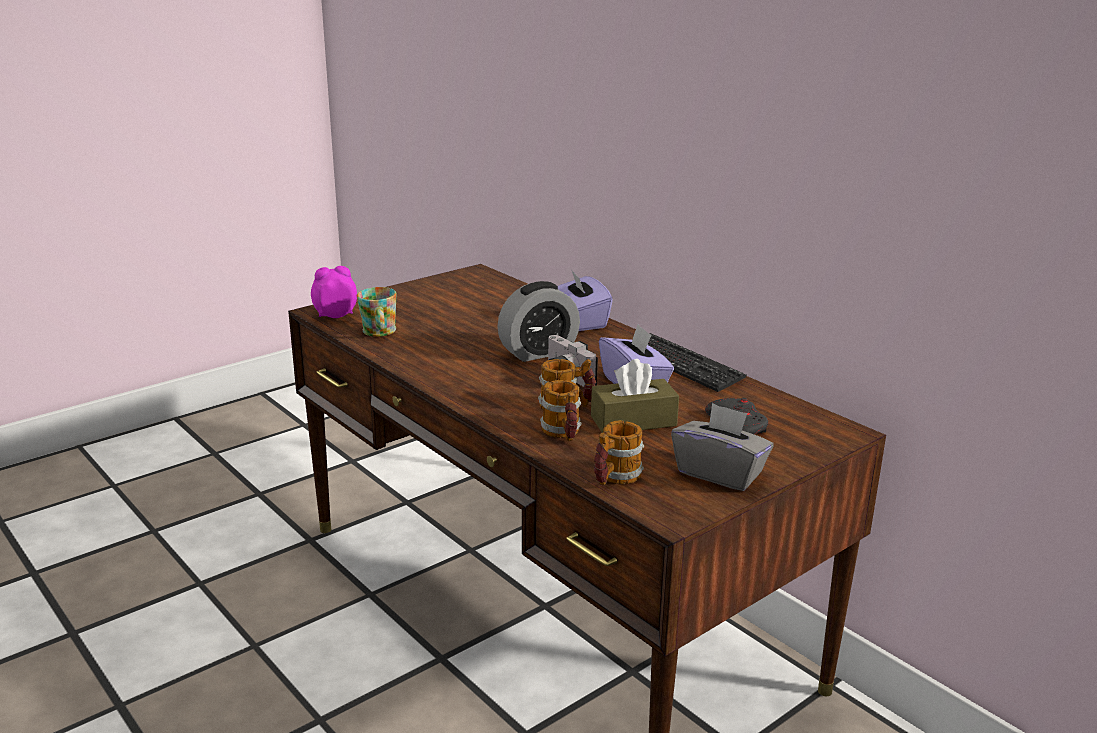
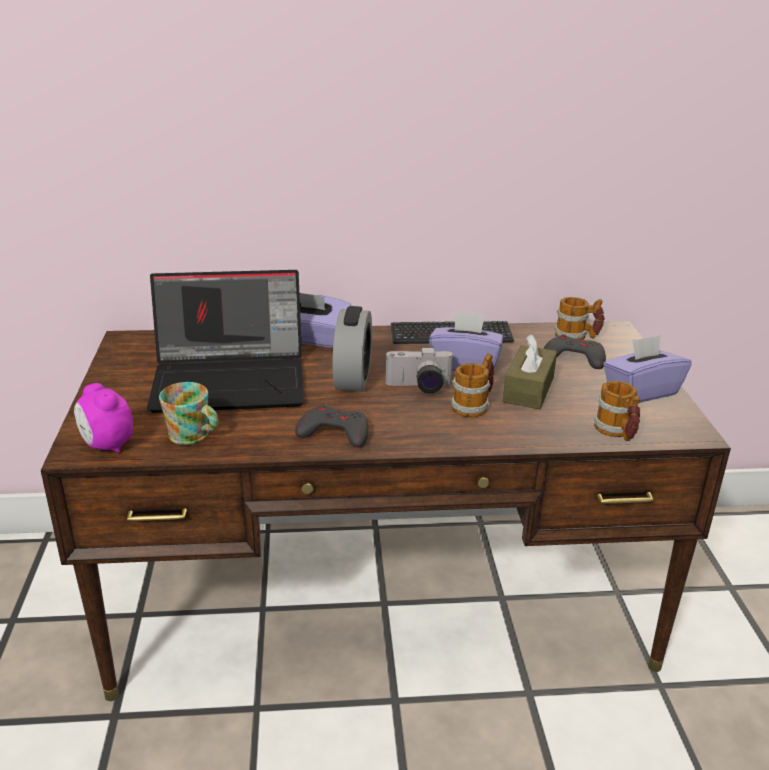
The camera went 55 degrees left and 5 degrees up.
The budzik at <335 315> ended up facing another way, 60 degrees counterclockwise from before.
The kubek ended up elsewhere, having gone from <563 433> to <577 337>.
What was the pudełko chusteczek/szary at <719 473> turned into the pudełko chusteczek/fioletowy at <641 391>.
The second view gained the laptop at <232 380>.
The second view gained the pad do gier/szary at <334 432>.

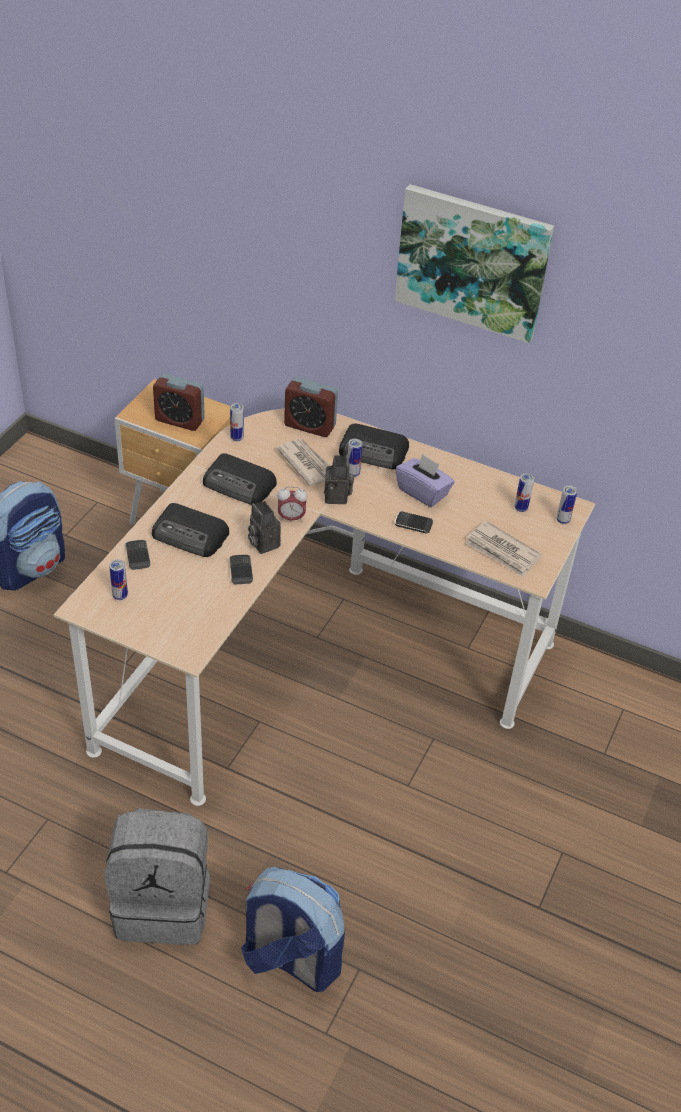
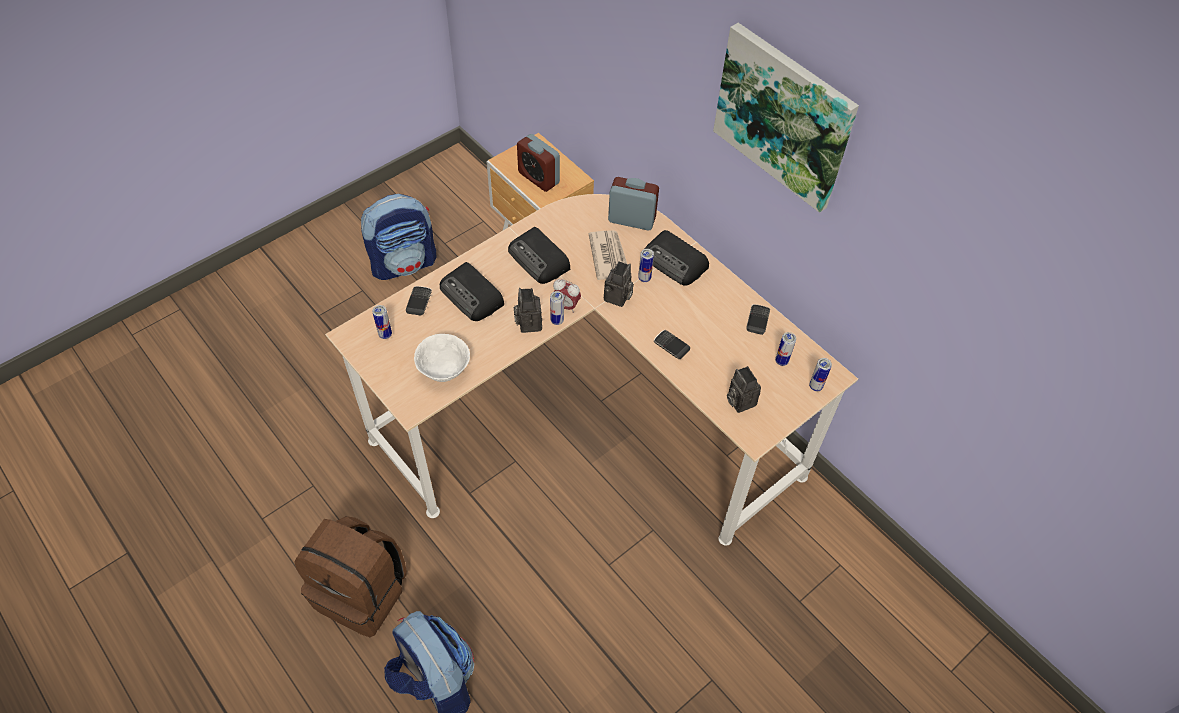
The camera went 25 degrees right and 10 degrees up.
What was the plecak/szary at <163 904> turned into the plecak/brązowy at <362 592>.
The telefon ended up elsewhere, having gone from <241 571> to <757 320>.
The puszka ended up elsewhere, having gone from <237 438> to <557 320>.
The budzik at <310 426> ended up facing another way, 150 degrees clockwise from before.
The second view lost the pudełko chusteczek/fioletowy at <423 492>.
Where the gazeta stood at <502 552>, the aparat fotograficzny came to stand at <739 400>.
The second view gained the miska/biały at <444 371>.

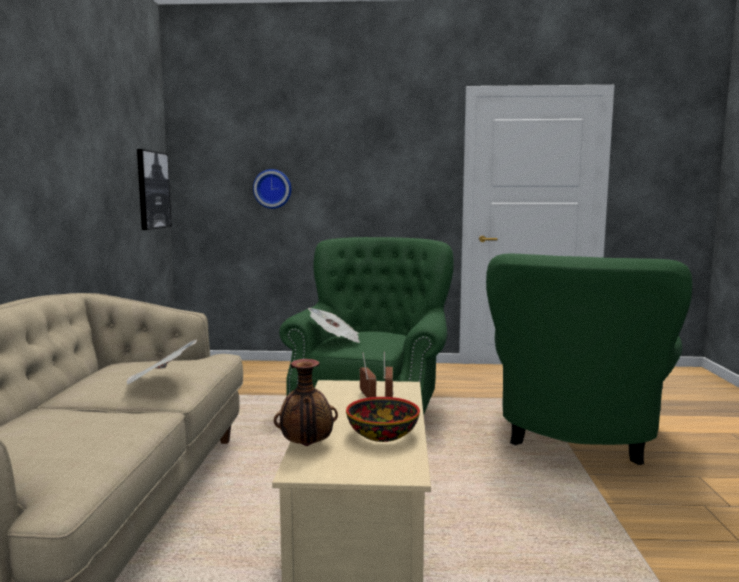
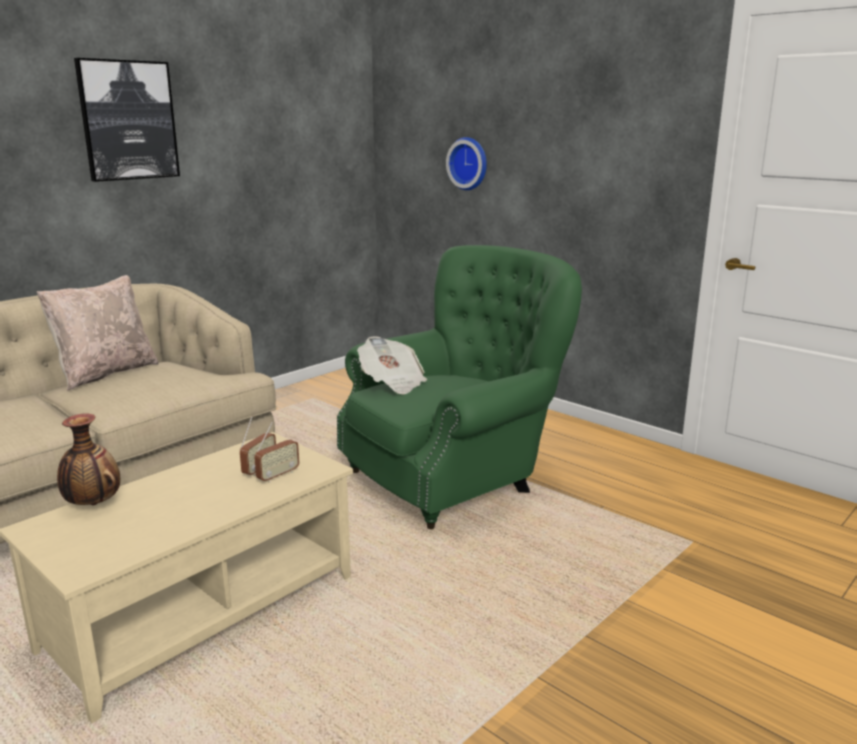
The camera went 40 degrees right and 10 degrees up.
The second view lost the gazeta at <160 382>.
The obraz ended up elsewhere, having gone from <152 190> to <128 120>.
The second view lost the miska at <382 434>.
The second view lost the fotel/zielony at <576 440>.
The second view gained the poduszka/beżowy at <105 373>.

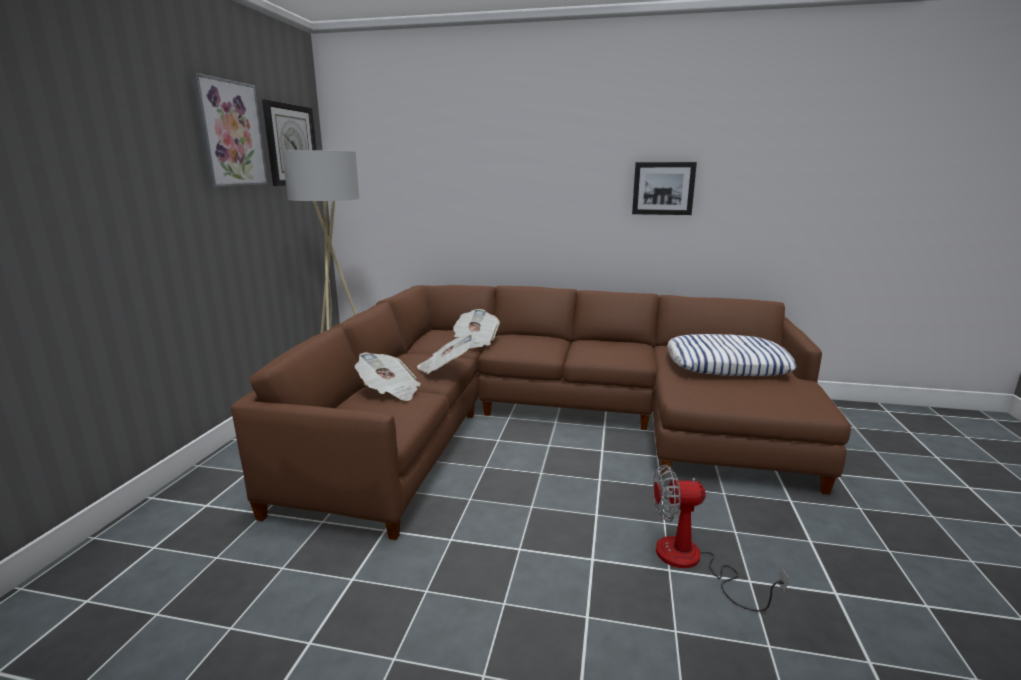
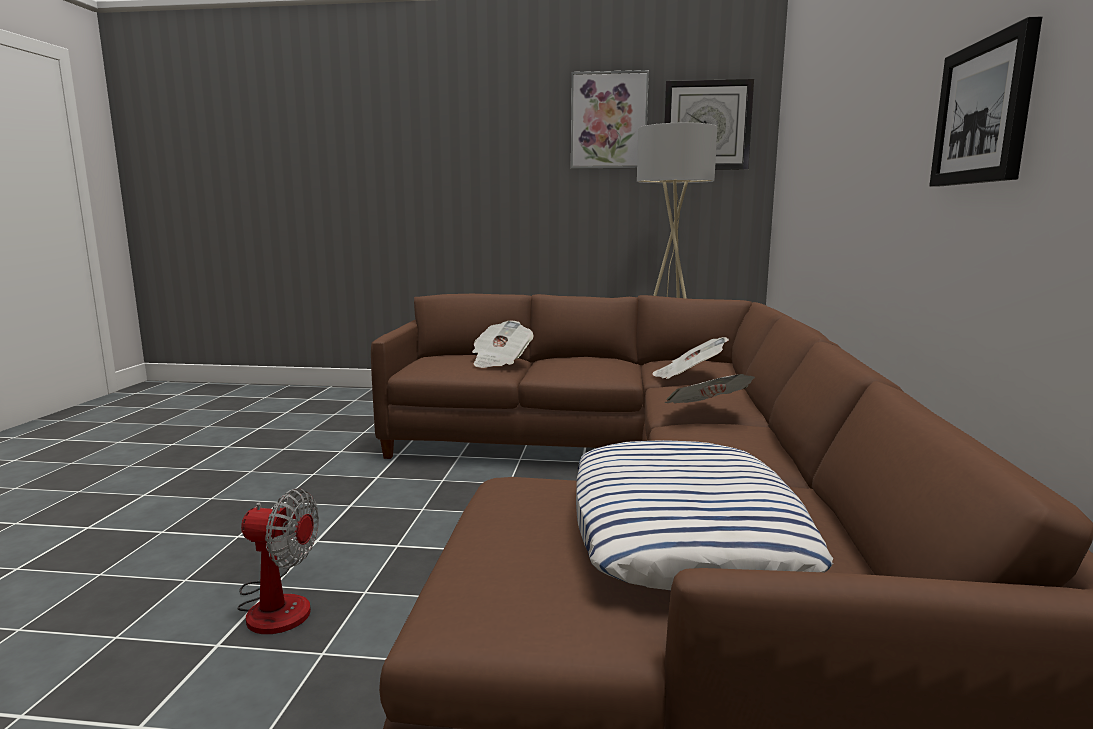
The camera went 85 degrees right and 5 degrees down.
The gazeta ended up elsewhere, having gone from <445 368> to <706 413>.
The wentylator at <692 562> ended up facing another way, 105 degrees clockwise from before.

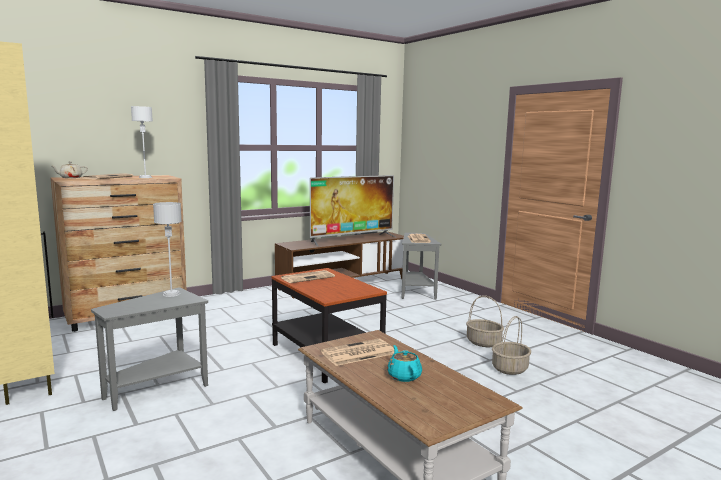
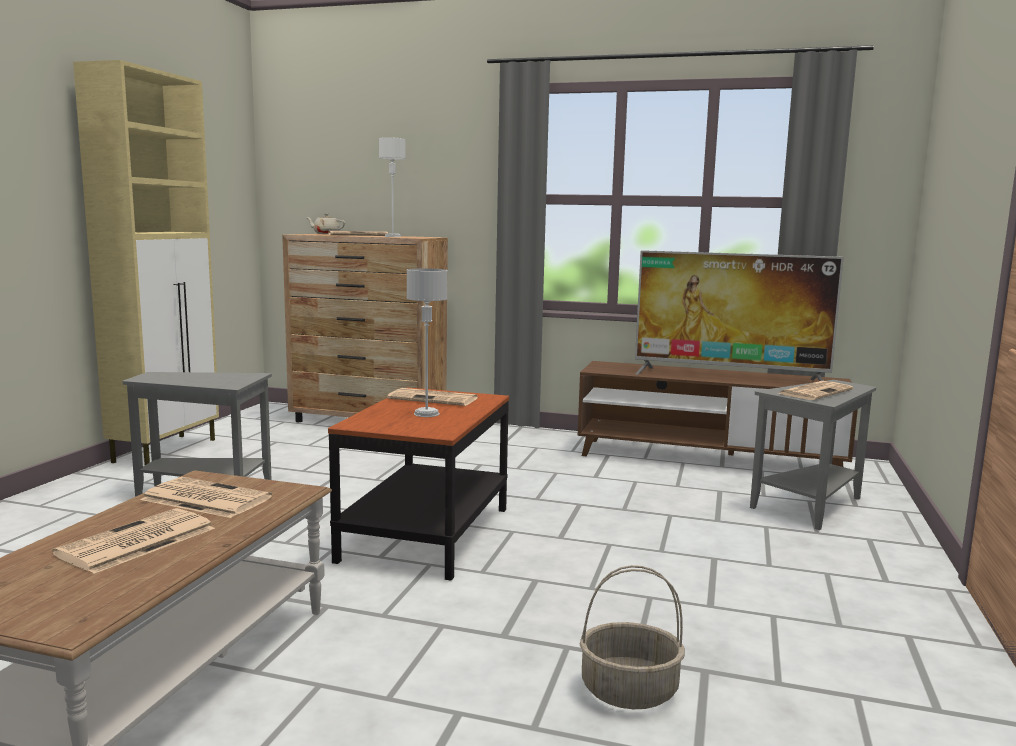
The camera went 50 degrees right and 0 degrees up.
The lampa stołowa/szary ended up elsewhere, having gone from <171 294> to <426 414>.
Where the imbryk/turkusowy stood at <404 376>, the gazeta came to stand at <136 542>.
The second view lost the koszyk at <484 342>.

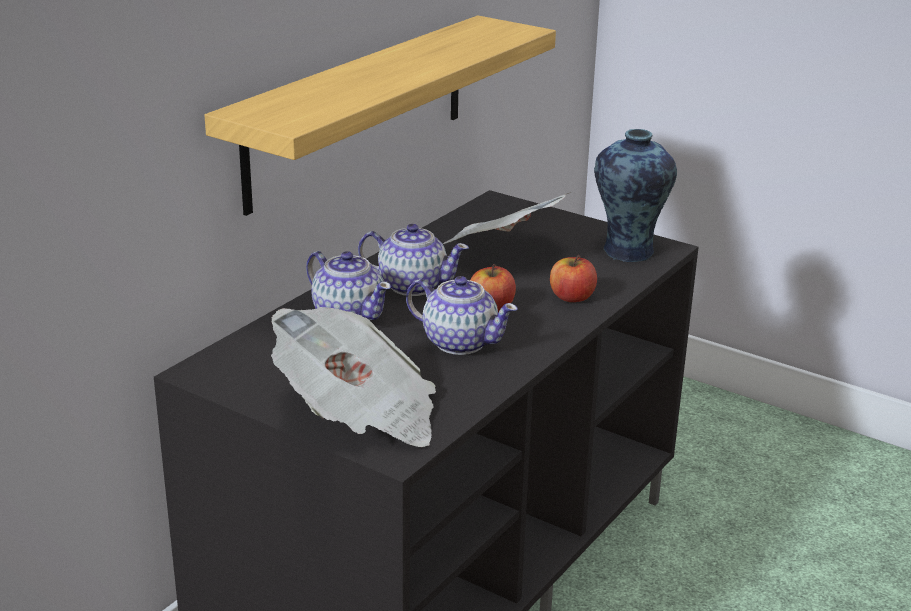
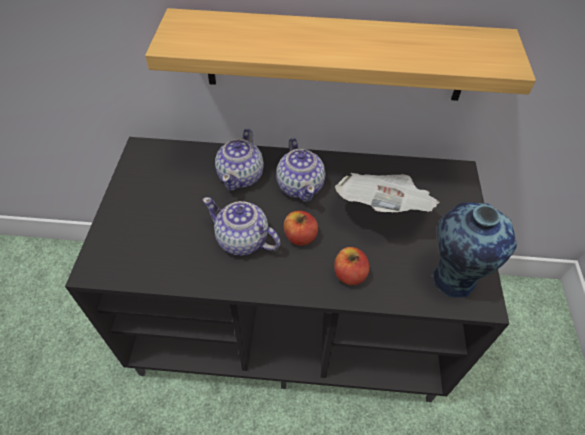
The camera went 60 degrees right and 25 degrees up.
The second view lost the gazeta at <359 415>.
The imbryk at <459 342> ended up facing another way, 120 degrees clockwise from before.

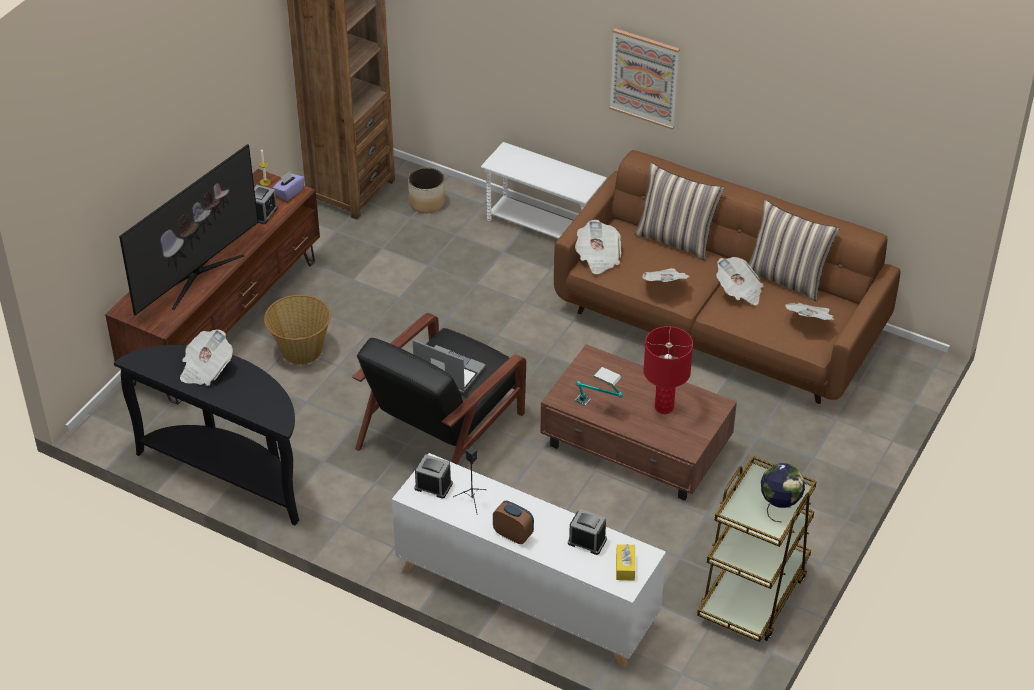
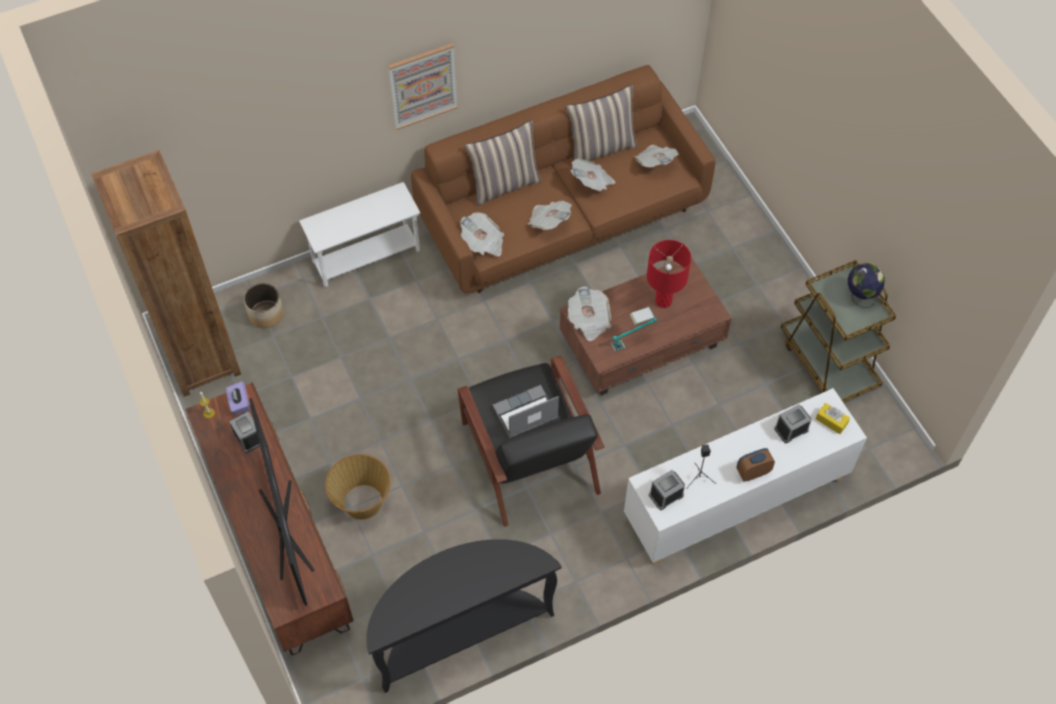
The camera went 55 degrees left and 15 degrees up.
The gazeta ended up elsewhere, having gone from <206 369> to <589 320>.

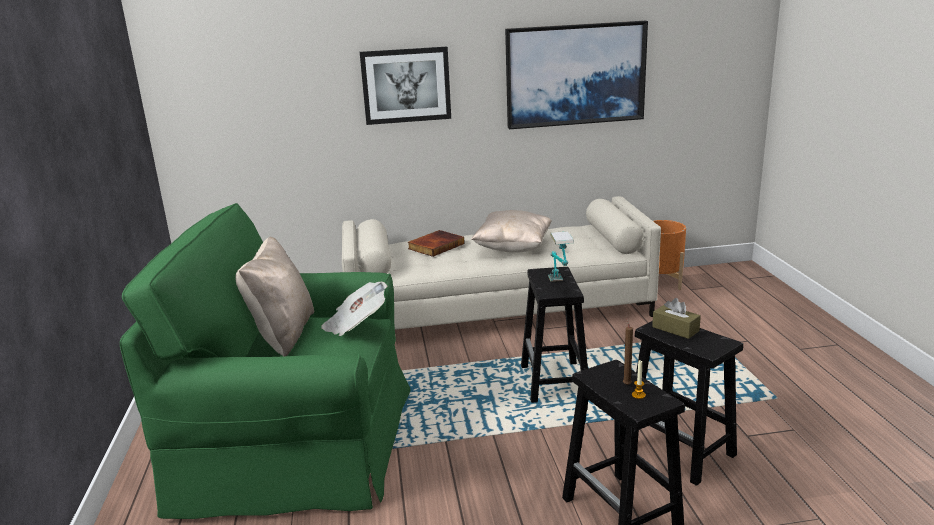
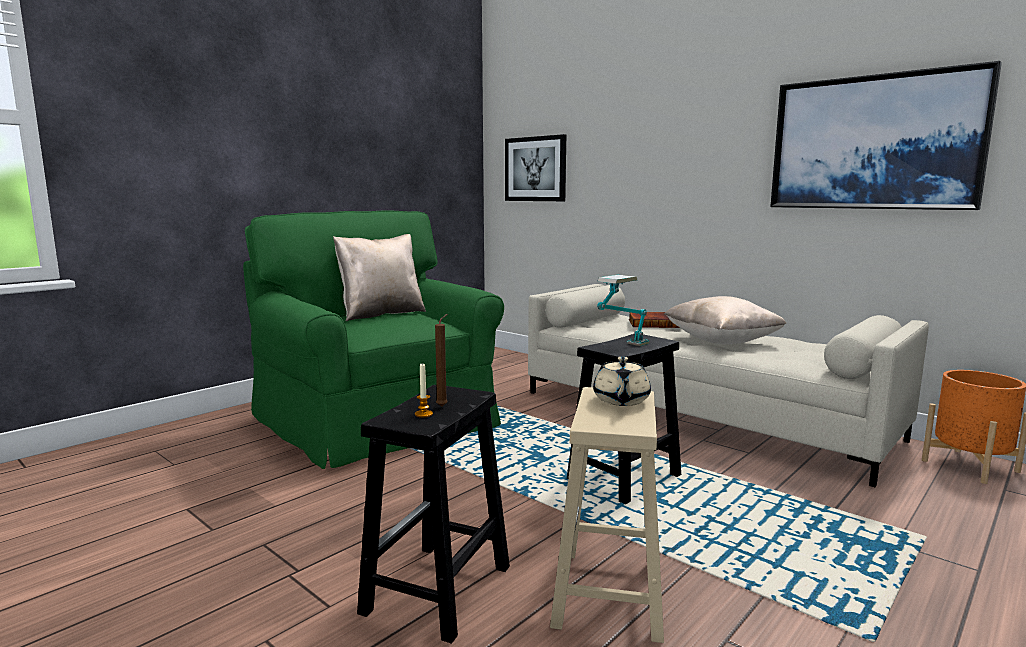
The camera went 50 degrees right and 10 degrees down.
The second view lost the gazeta at <355 325>.
The obraz ended up elsewhere, having gone from <406 85> to <535 169>.
What was the stołek/czarny at <681 451> turned into the stołek/beżowy at <610 594>.
Where the pudełko chusteczek/brązowy stood at <675 329>, the imbryk/beżowy came to stand at <621 400>.

